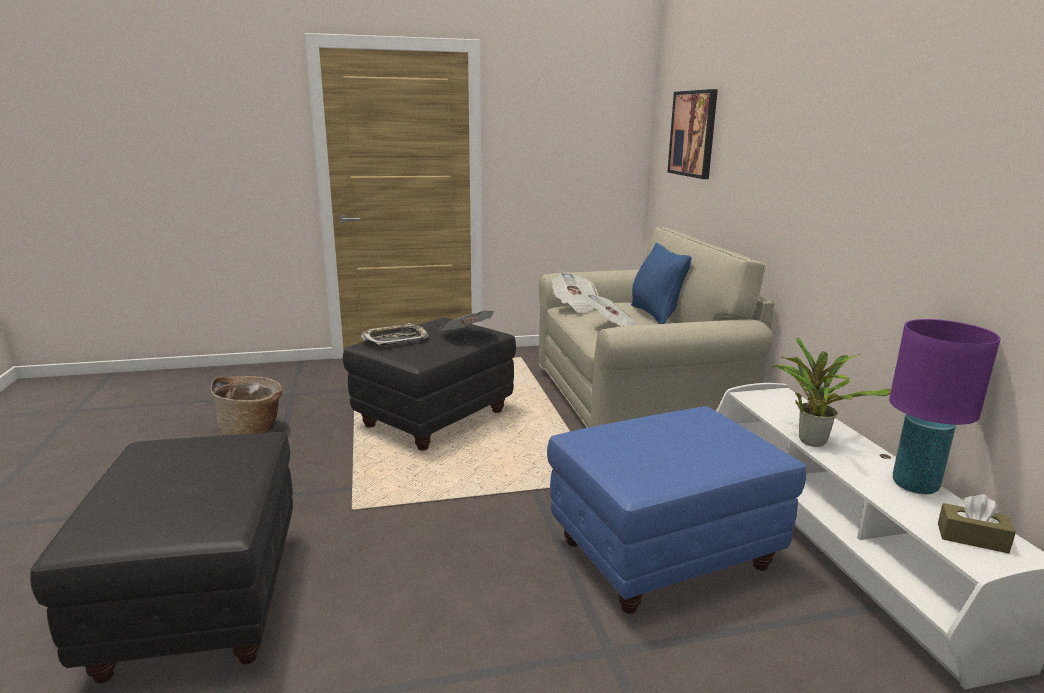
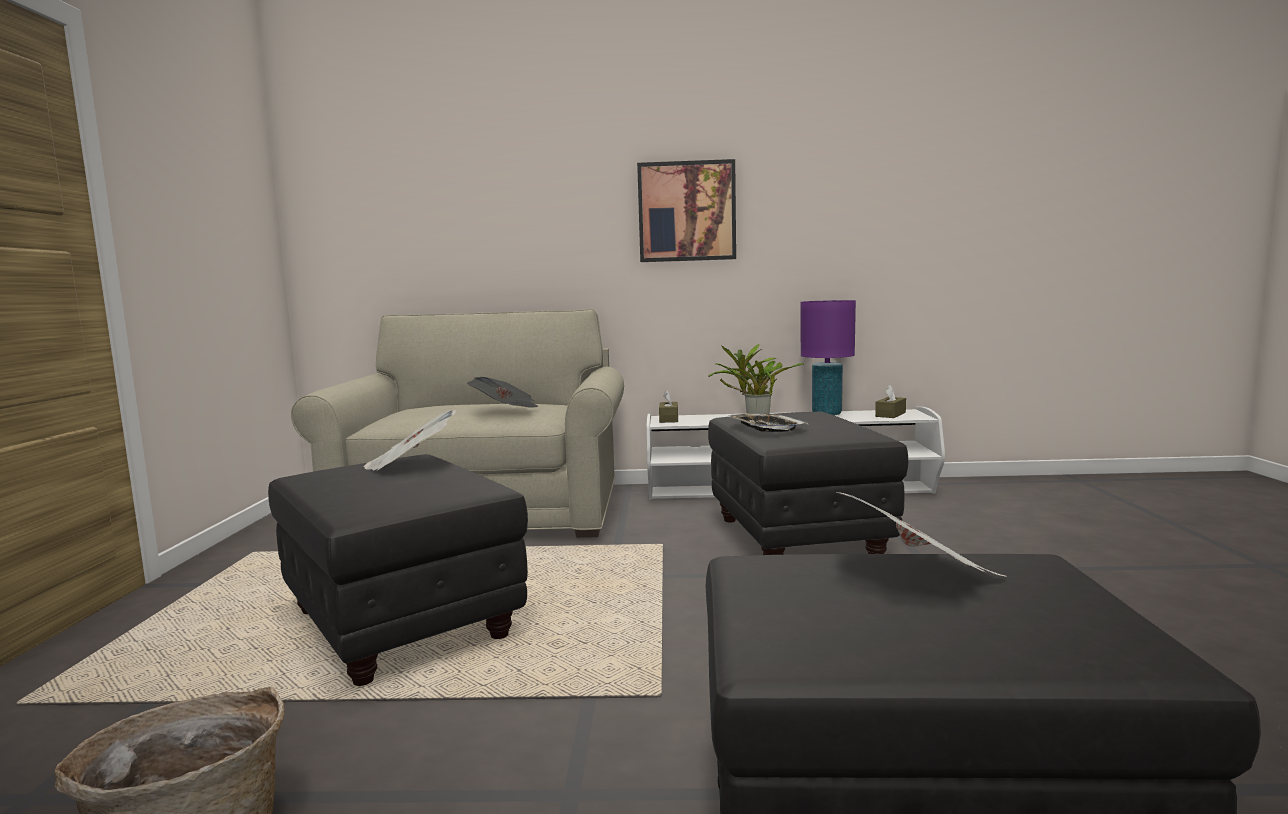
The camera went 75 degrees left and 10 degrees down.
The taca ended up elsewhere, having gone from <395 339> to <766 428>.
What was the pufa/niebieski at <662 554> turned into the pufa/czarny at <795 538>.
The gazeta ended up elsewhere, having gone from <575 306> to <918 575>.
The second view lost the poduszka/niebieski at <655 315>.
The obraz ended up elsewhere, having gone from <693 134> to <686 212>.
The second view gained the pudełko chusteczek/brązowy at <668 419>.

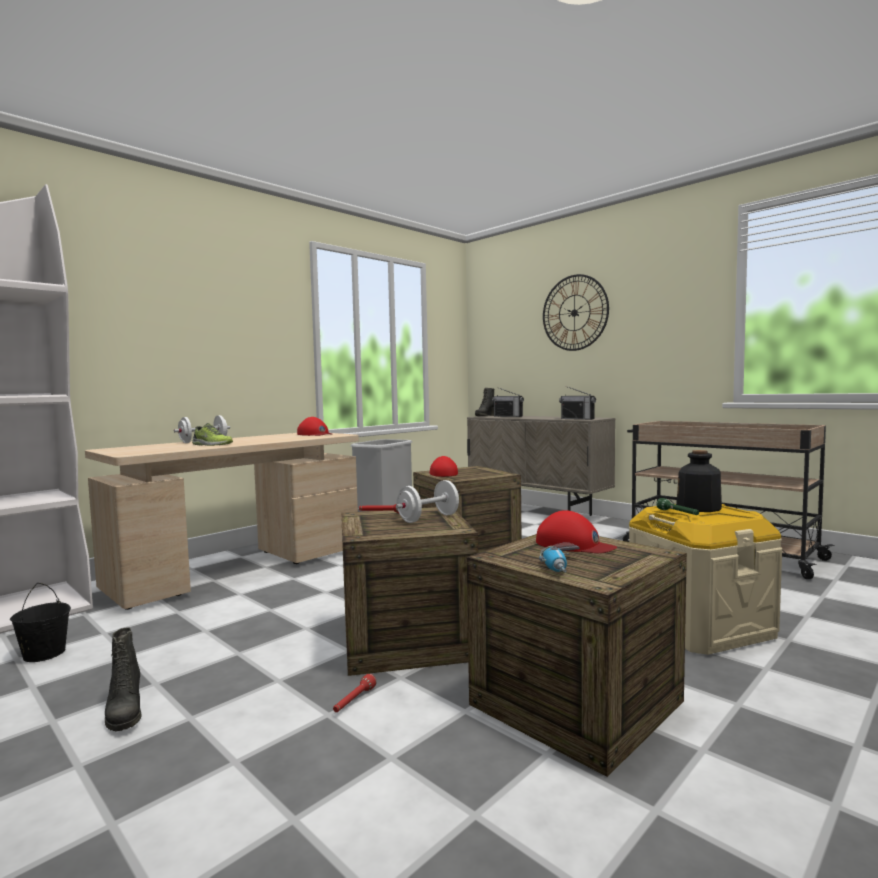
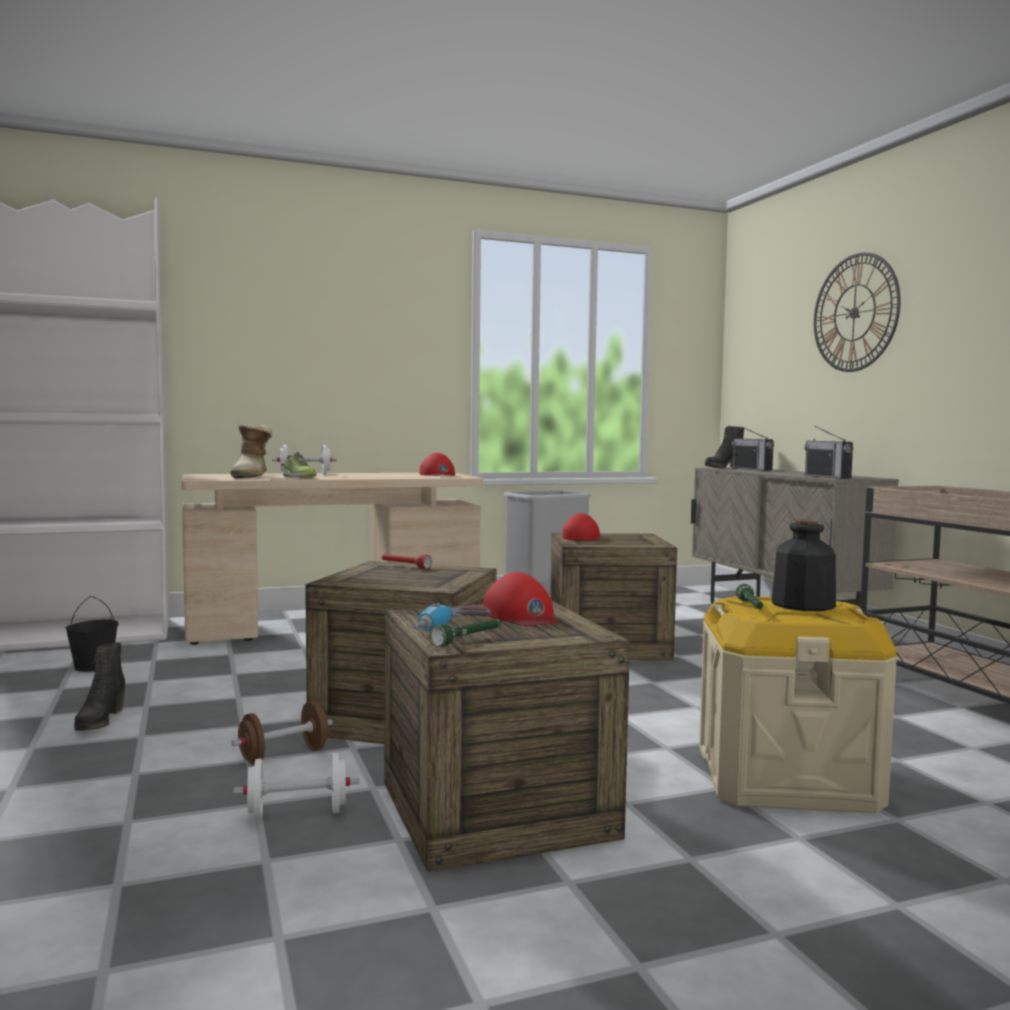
The camera went 25 degrees right and 0 degrees up.
Where the latarka/czerwony stood at <354 701>, the hantel/brązowy came to stand at <284 756>.
The hantel/biały ended up elsewhere, having gone from <428 518> to <297 813>.
The second view gained the but z cholewką at <253 476>.
The second view gained the latarka/zielony at <468 639>.

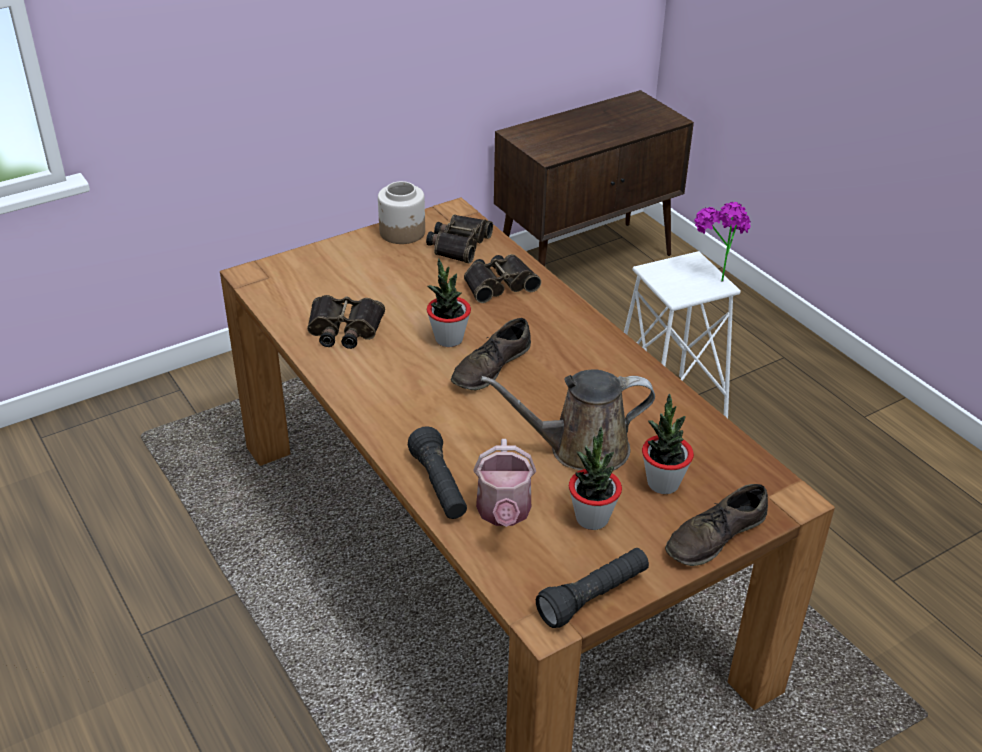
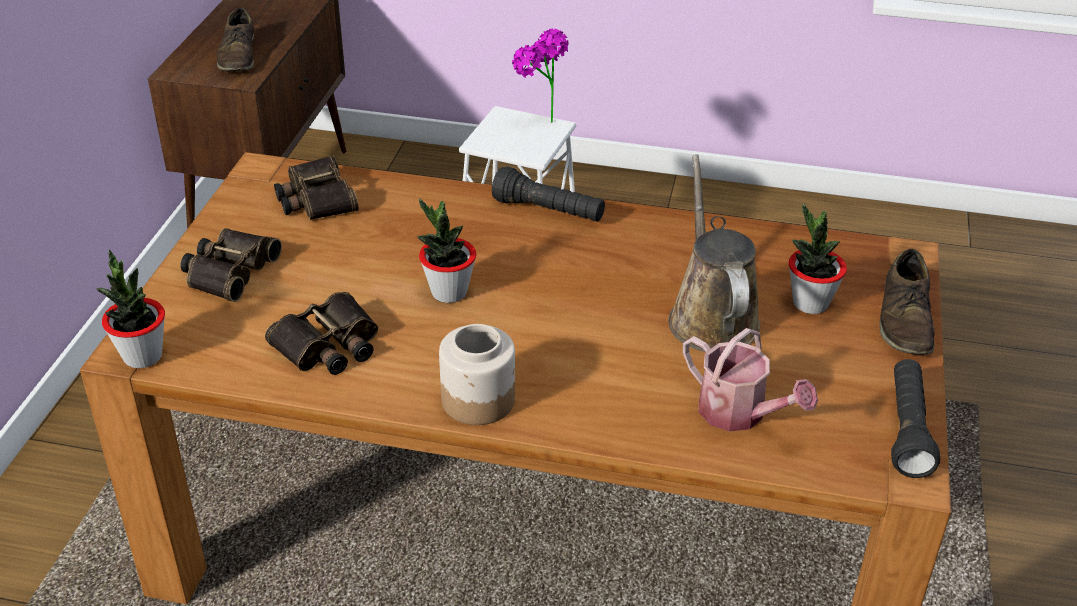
The camera went 45 degrees left and 0 degrees up.
The słoik ended up elsewhere, having gone from <403 232> to <479 400>.
The latarka/czarny ended up elsewhere, having gone from <439 486> to <548 211>.
The but/brązowy ended up elsewhere, having gone from <491 367> to <238 55>.
The lornetka ended up elsewhere, having gone from <498 284> to <228 271>.
The konewka/brązowy at <581 449> ended up facing another way, 135 degrees clockwise from before.
The roślina doniczkowa ended up elsewhere, having gone from <592 518> to <142 356>.

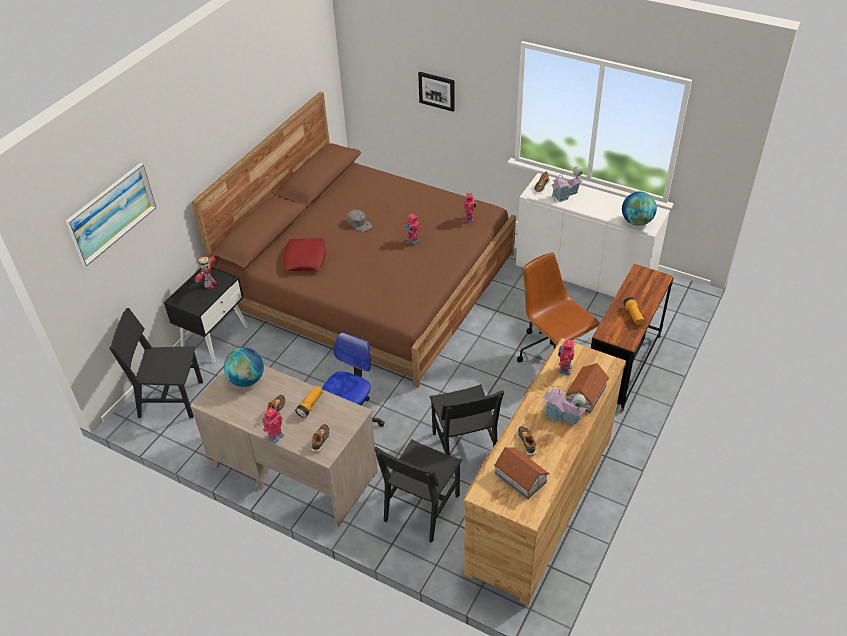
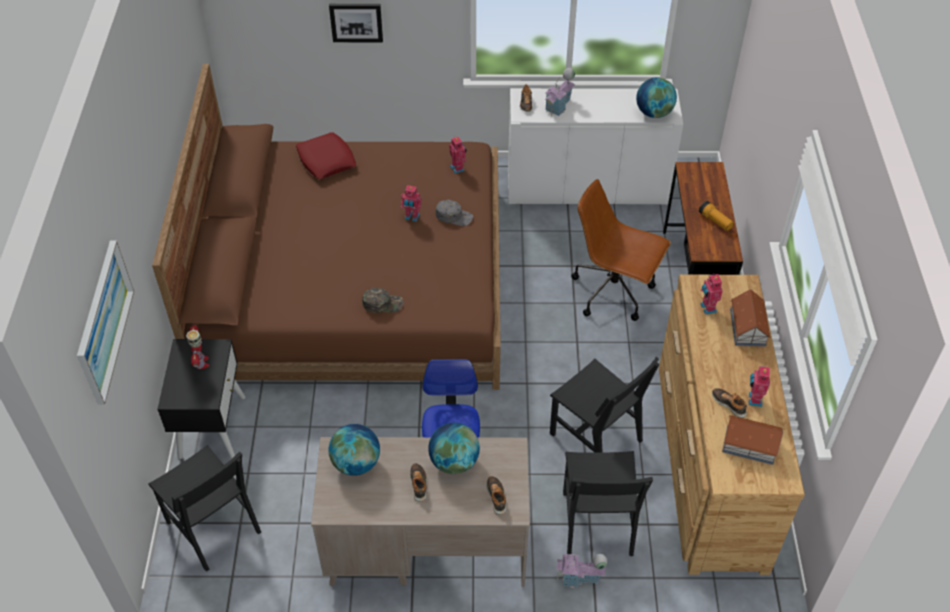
The camera went 30 degrees left and 5 degrees up.
The krzesło/czarny at <171 399> ended up facing another way, 105 degrees counterclockwise from before.
The robot zabawkowy ended up elsewhere, having gone from <275 436> to <754 399>.
The poduszka/czerwony ended up elsewhere, having gone from <305 258> to <326 160>.
Where the latarka stood at <310 405>, the globus came to stand at <454 462>.
The czapka z daszkiem/szary ended up elsewhere, having gone from <359 223> to <454 216>.
The domek ended up elsewhere, having gone from <562 416> to <579 578>.
The second view gained the czapka z daszkiem/zielony at <383 303>.

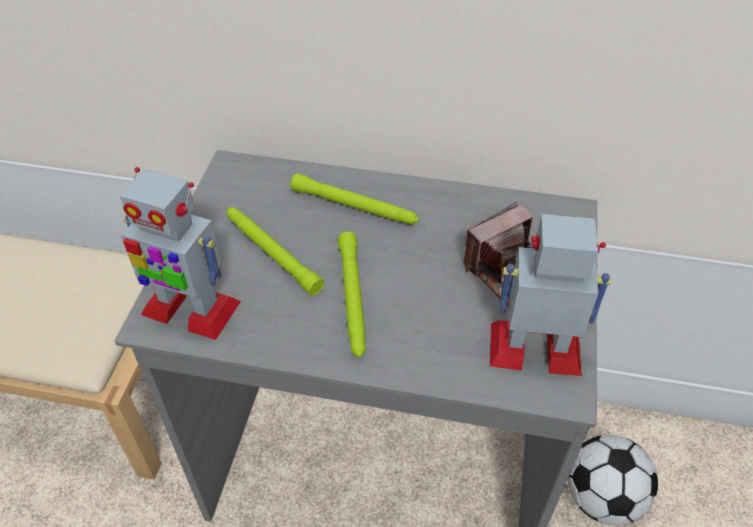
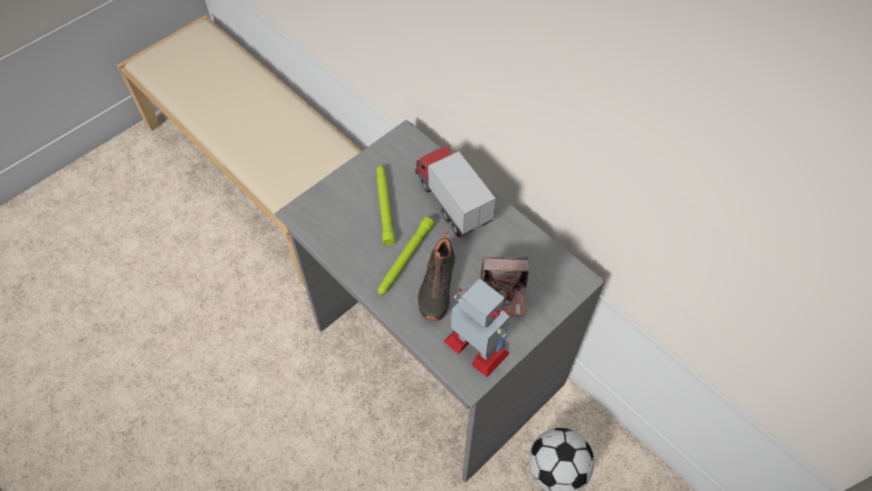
The camera went 35 degrees right and 10 degrees up.
The second view lost the robot zabawkowy at <189 308>.
Where the latarka/zielony stood at <354 206>, the ciężarówka zabawkowa came to stand at <453 202>.
The second view gained the but/czarny at <436 286>.

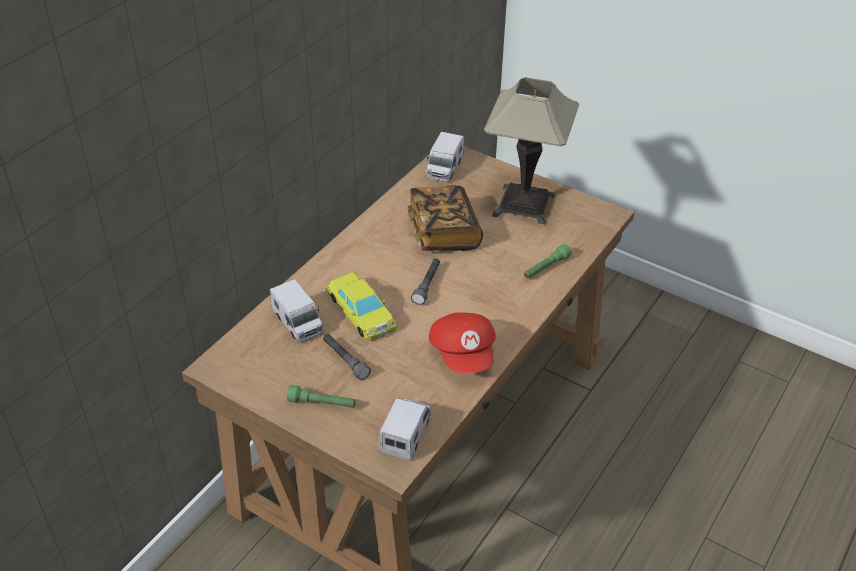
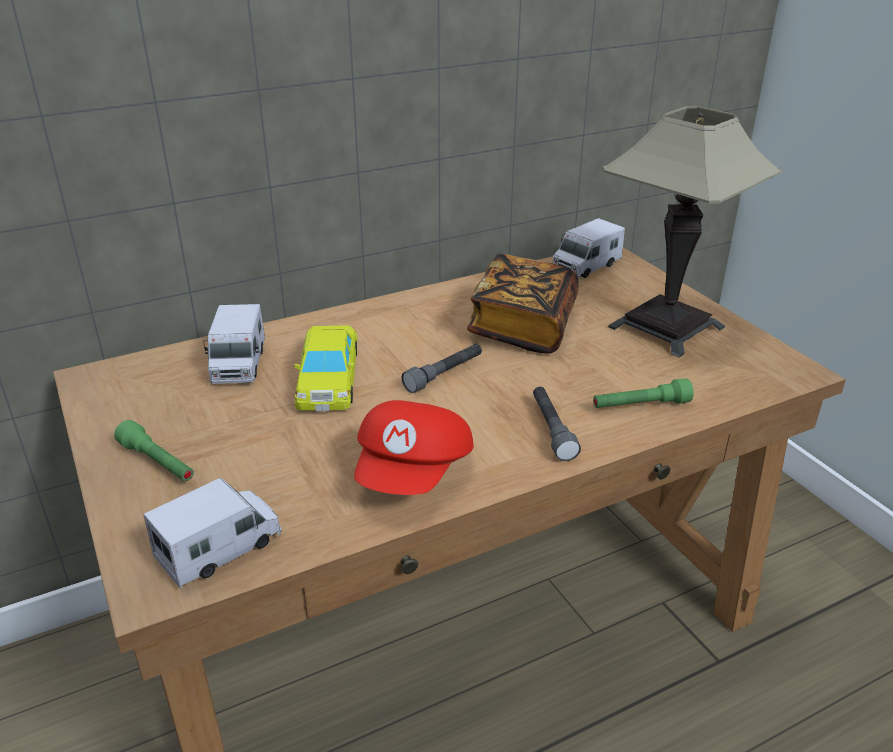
The camera went 30 degrees right and 10 degrees down.
The latarka/szary ended up elsewhere, having gone from <345 360> to <552 430>.

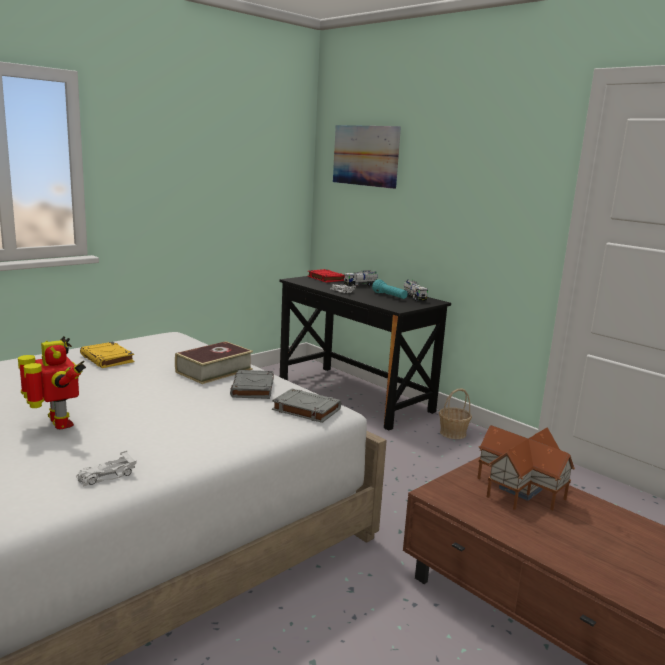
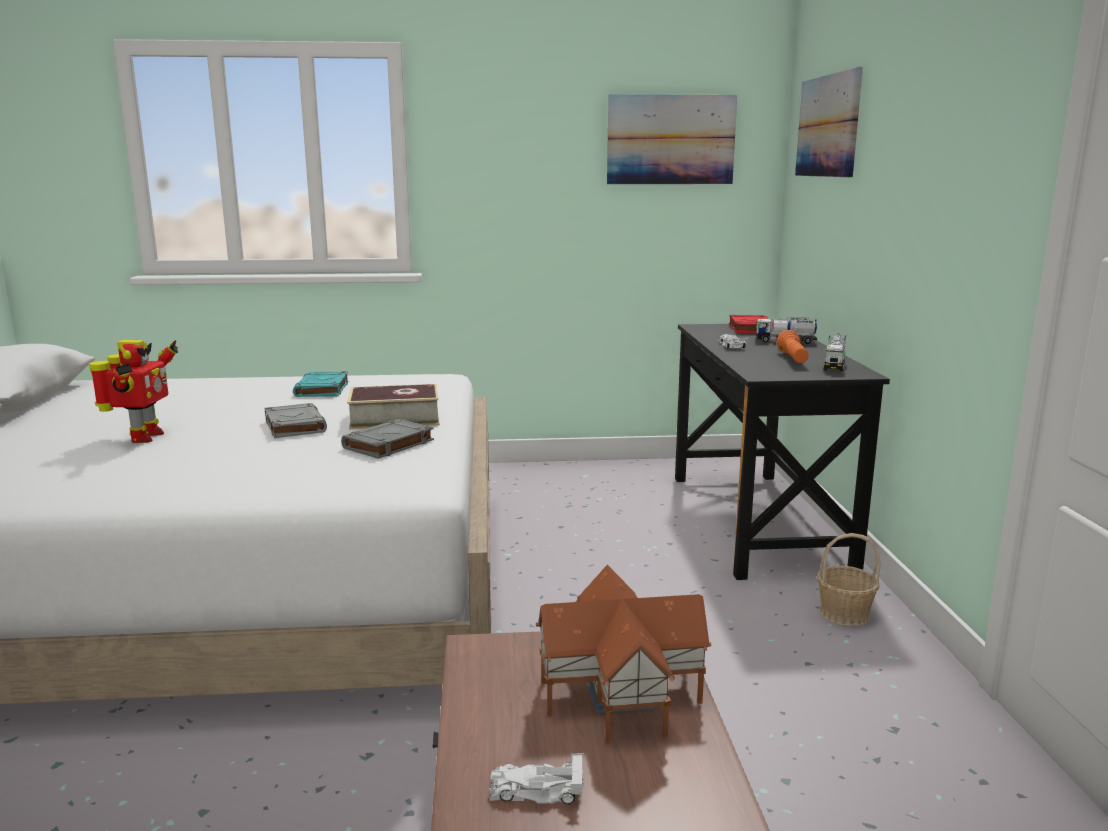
The camera went 40 degrees right and 0 degrees up.
The samochodzik/biały ended up elsewhere, having gone from <106 476> to <536 790>.
What was the książka/żółty at <107 359> turned into the książka/turkusowy at <322 389>.
The książka/szary ended up elsewhere, having gone from <305 409> to <294 426>.
What was the latarka/turkusowy at <389 296> turned into the latarka/pomarańczowy at <793 359>.
The second view gained the obraz at <671 140>.

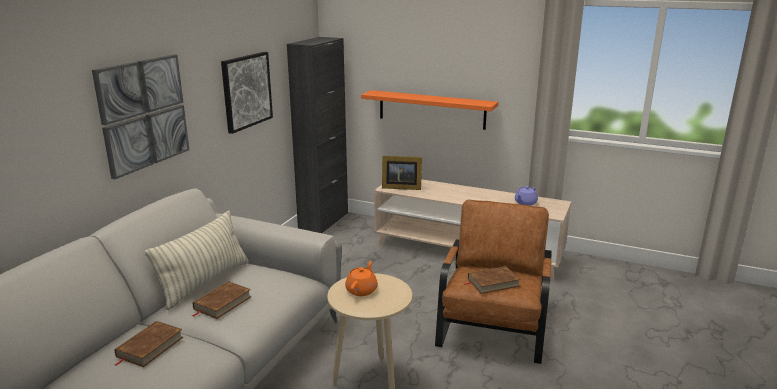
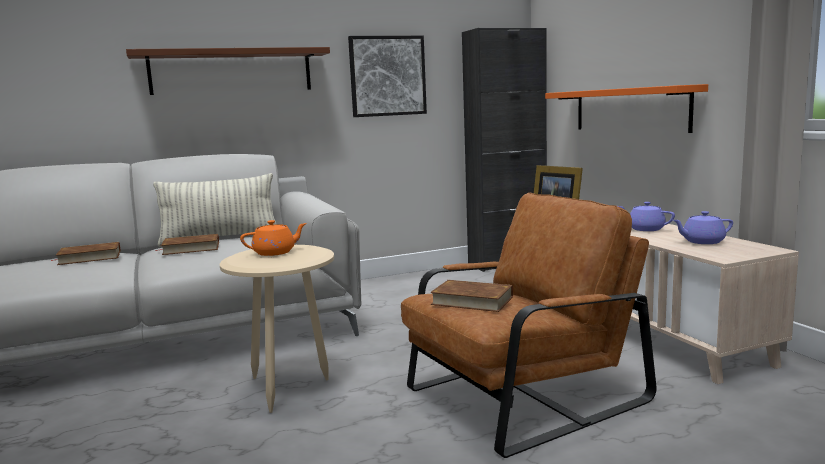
The camera went 45 degrees right and 10 degrees down.
Where the obraz hung at <143 114>, the półka/brązowy came to hang at <231 71>.
The second view gained the imbryk/fioletowy at <645 229>.

